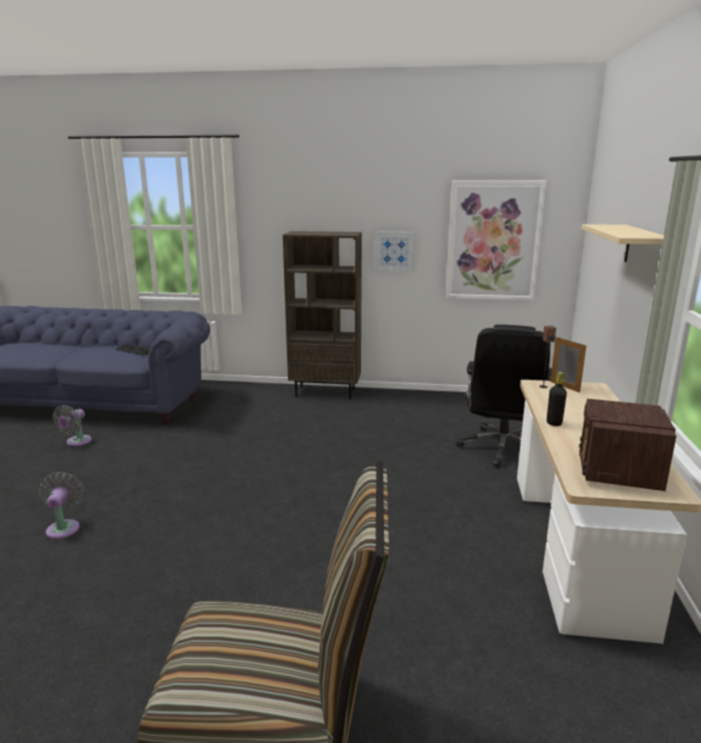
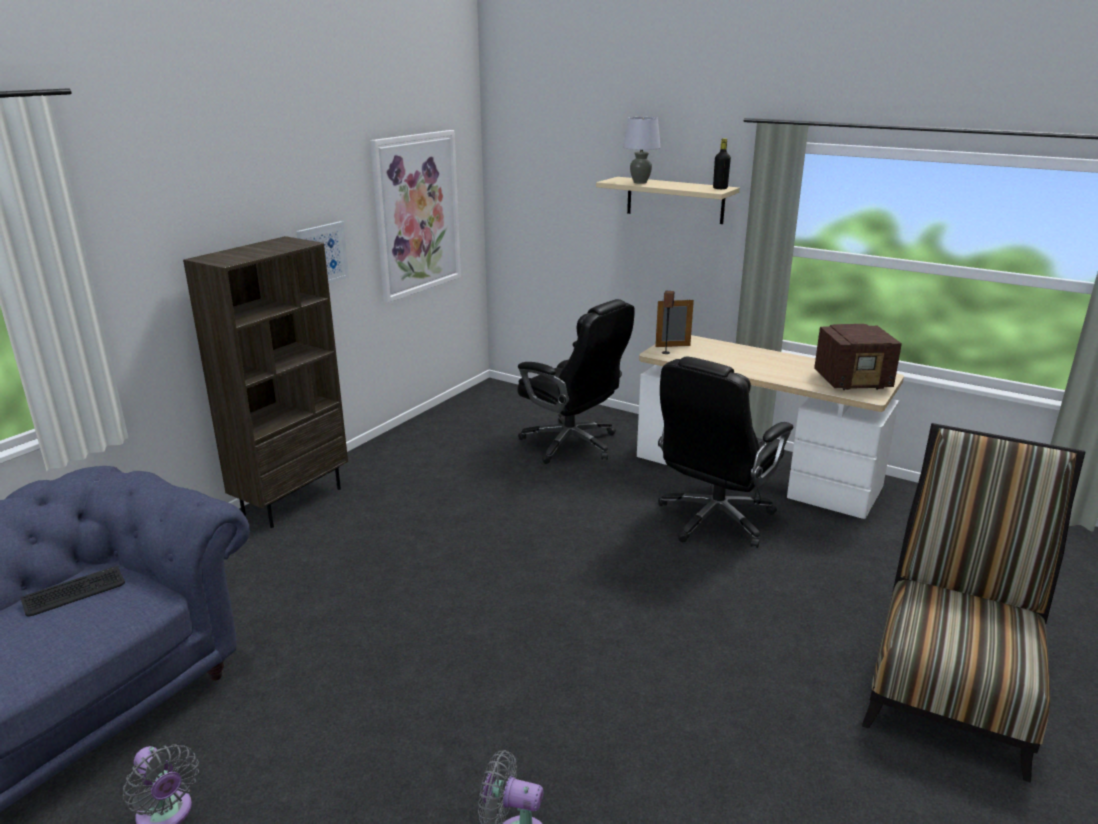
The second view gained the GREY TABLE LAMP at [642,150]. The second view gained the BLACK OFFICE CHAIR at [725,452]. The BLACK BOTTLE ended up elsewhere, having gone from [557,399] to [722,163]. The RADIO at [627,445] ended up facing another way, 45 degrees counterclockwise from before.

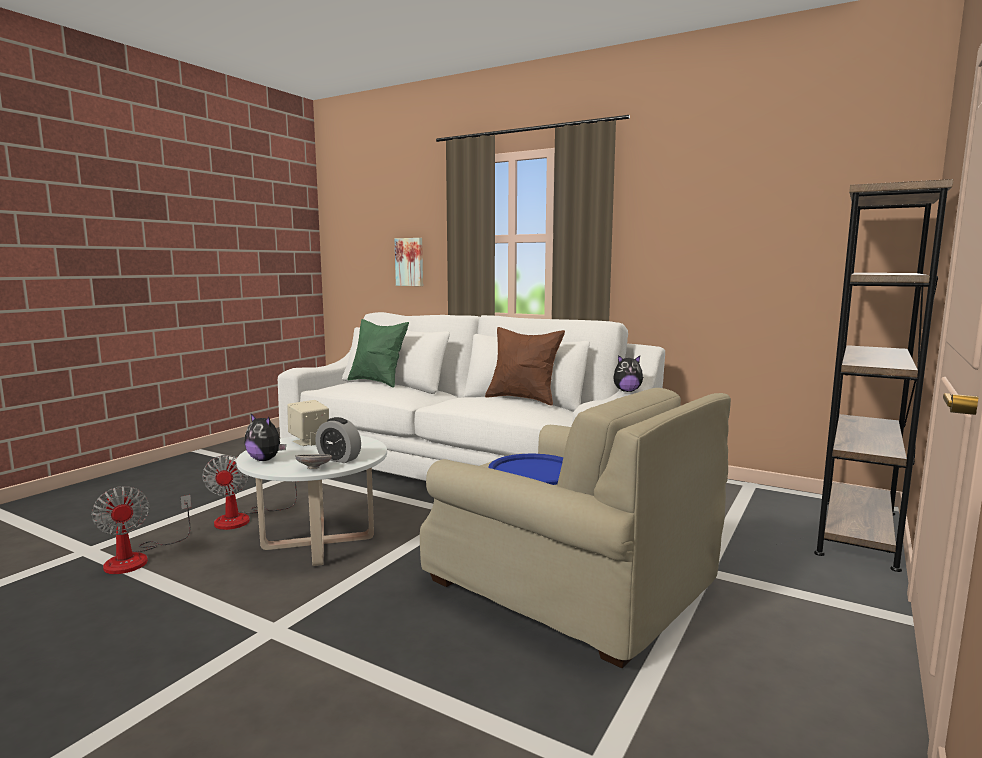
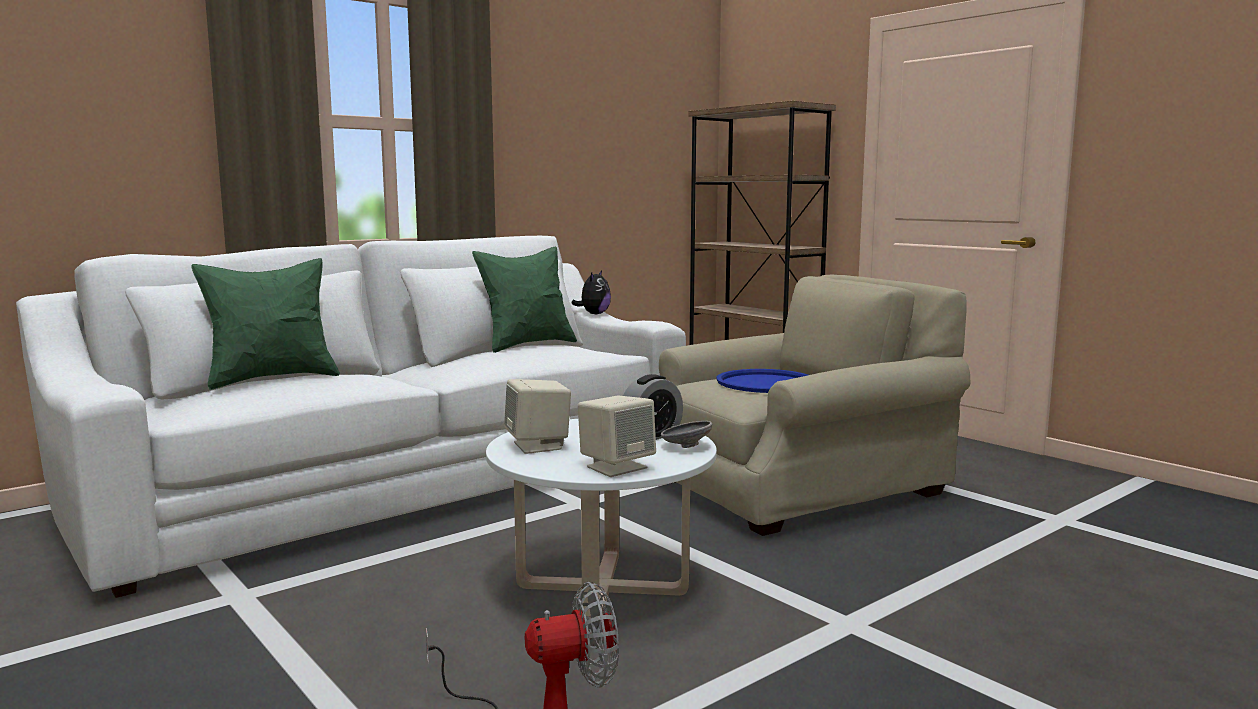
What was the BROWN PILLOW at [525,366] turned into the GREEN PILLOW at [524,299]. Where the PLUSH TOY stood at [265,437], the BEIGE SPEAKER came to stand at [617,436]. The second view lost the FAN at [250,492]. The second view lost the PICTURE at [409,262].

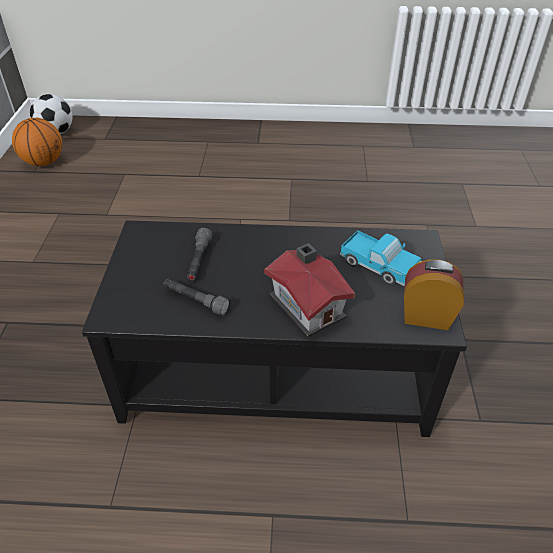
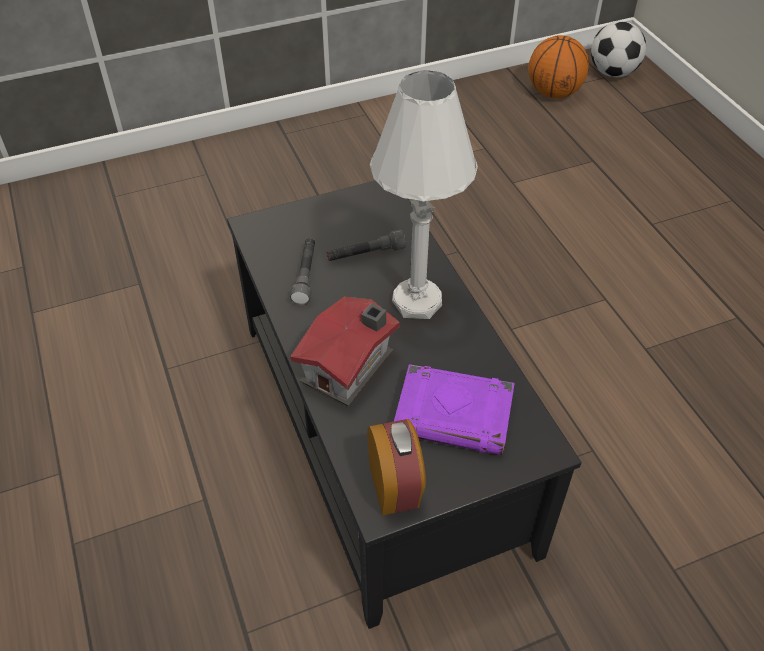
The second view gained the WHITE TABLE LAMP at [424,194]. Where the TOY TRUCK stood at [381,258], the PURPLE BOOK came to stand at [454,409].

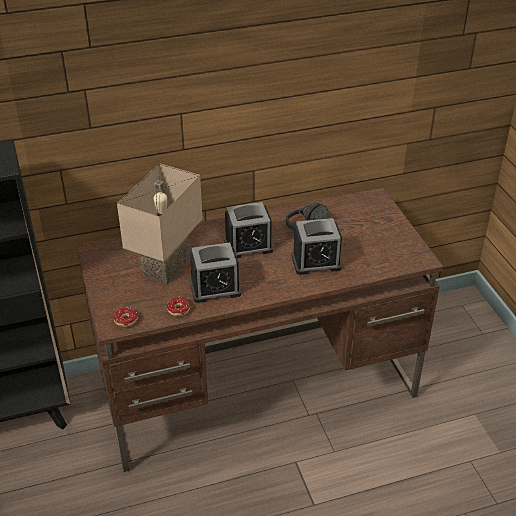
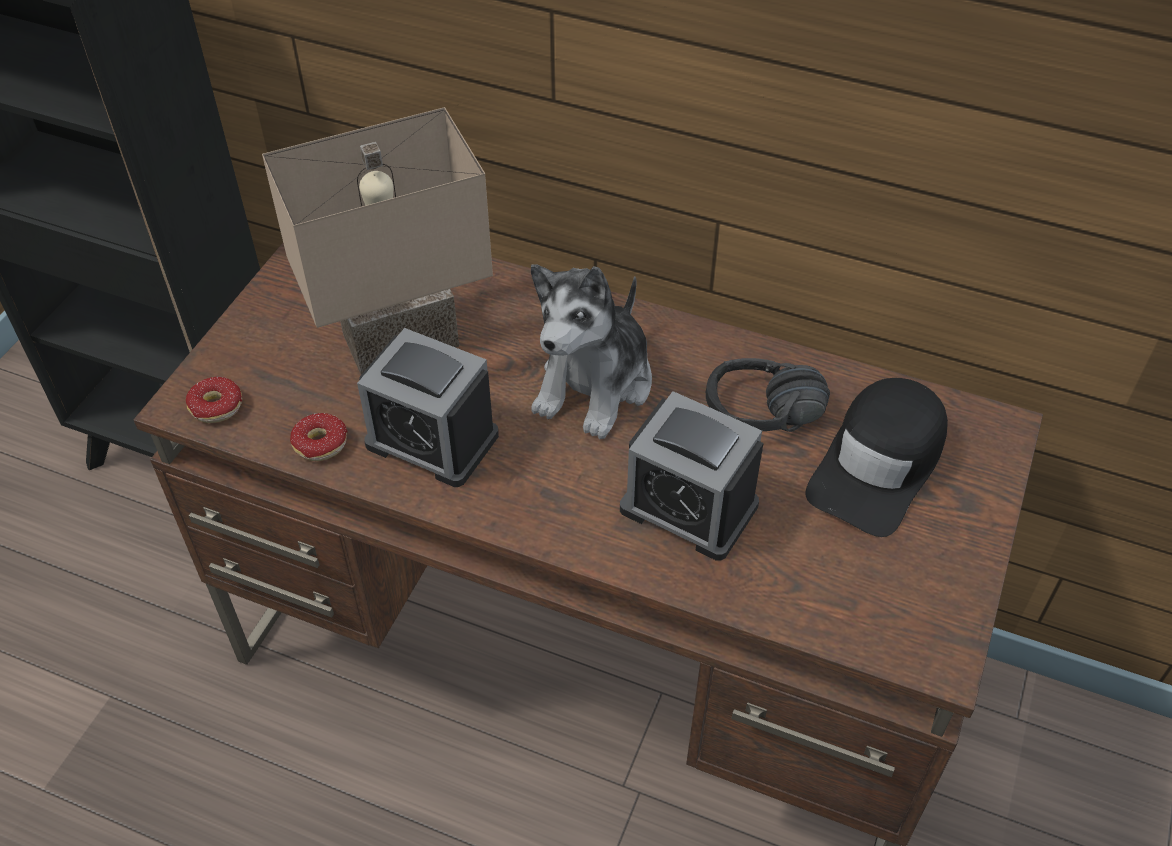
Where the ALARM CLOCK stood at [249,230], the PLUSH TOY came to stand at [591,351]. The second view gained the BLACK CAP at [876,457].

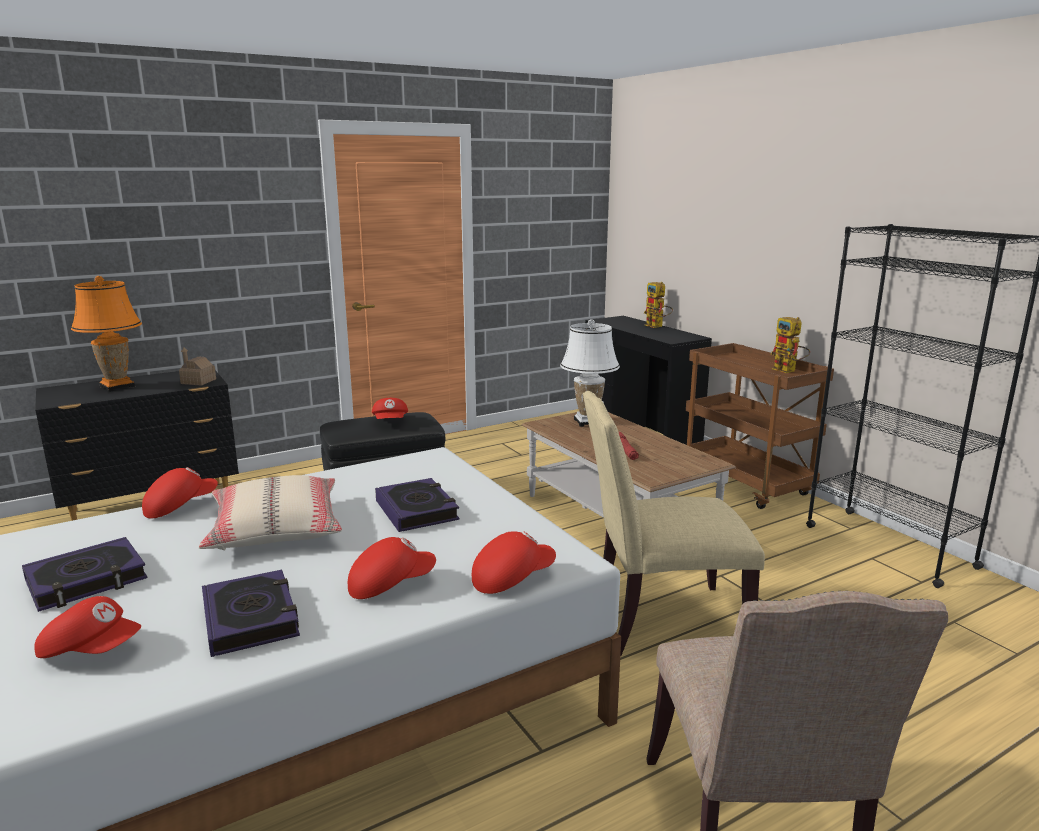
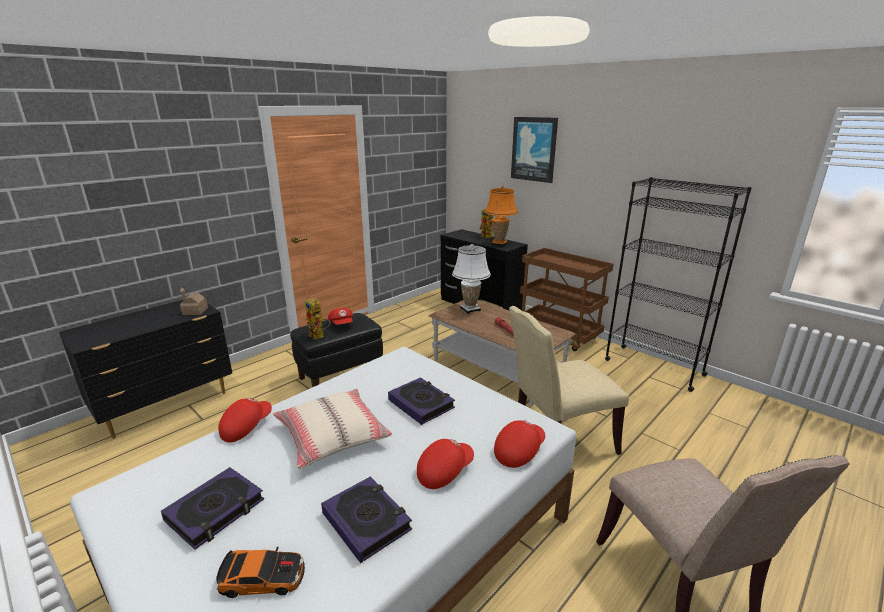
Where the RED CAP stood at [87,627], the TOY CAR came to stand at [260,572]. The TOY ROBOT ended up elsewhere, having gone from [790,345] to [317,319]. The ORANGE TABLE LAMP ended up elsewhere, having gone from [106,334] to [501,216]. The second view gained the PICTURE at [534,150].

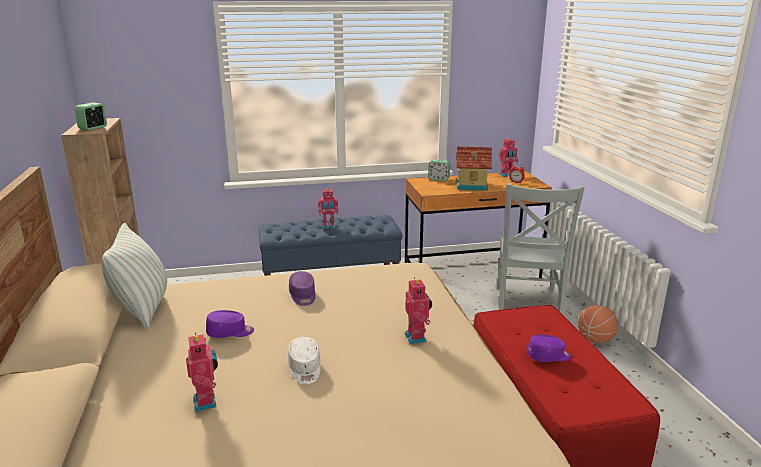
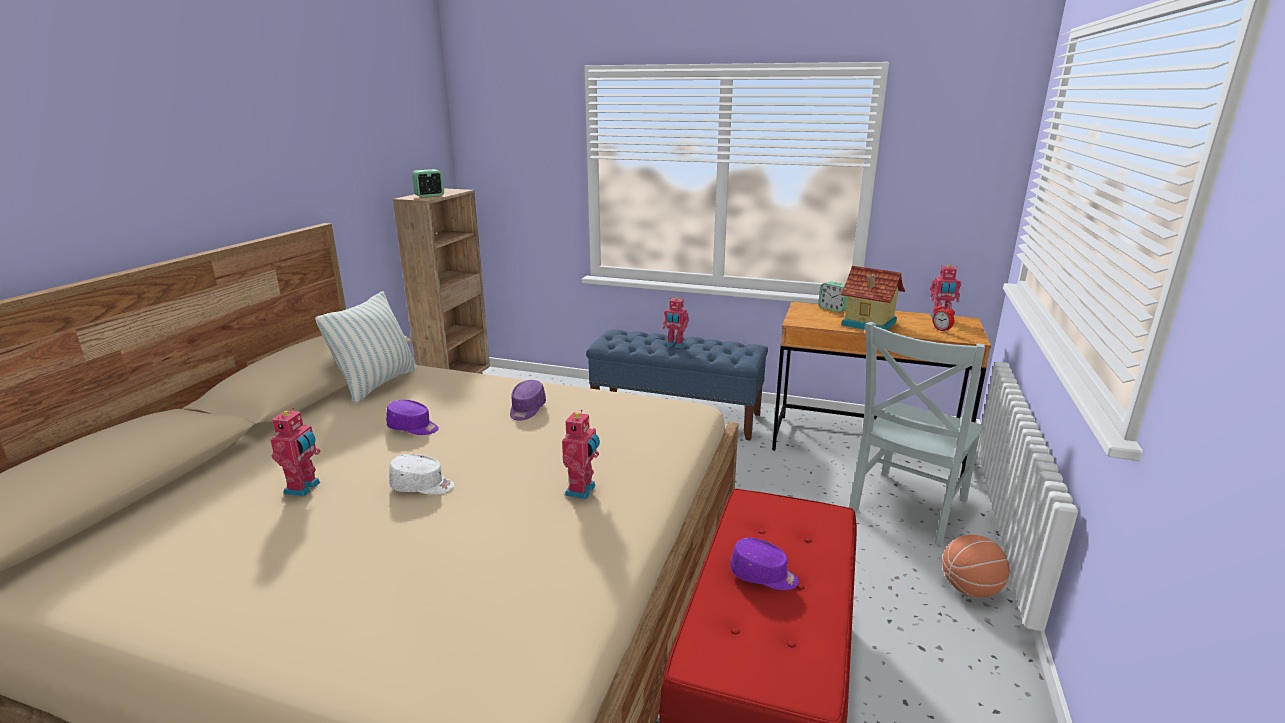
The WHITE CAP at [304,360] ended up facing another way, 105 degrees counterclockwise from before.

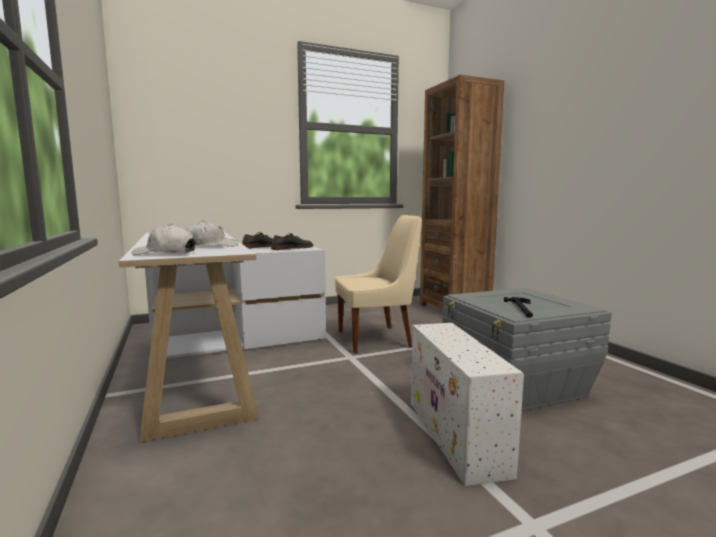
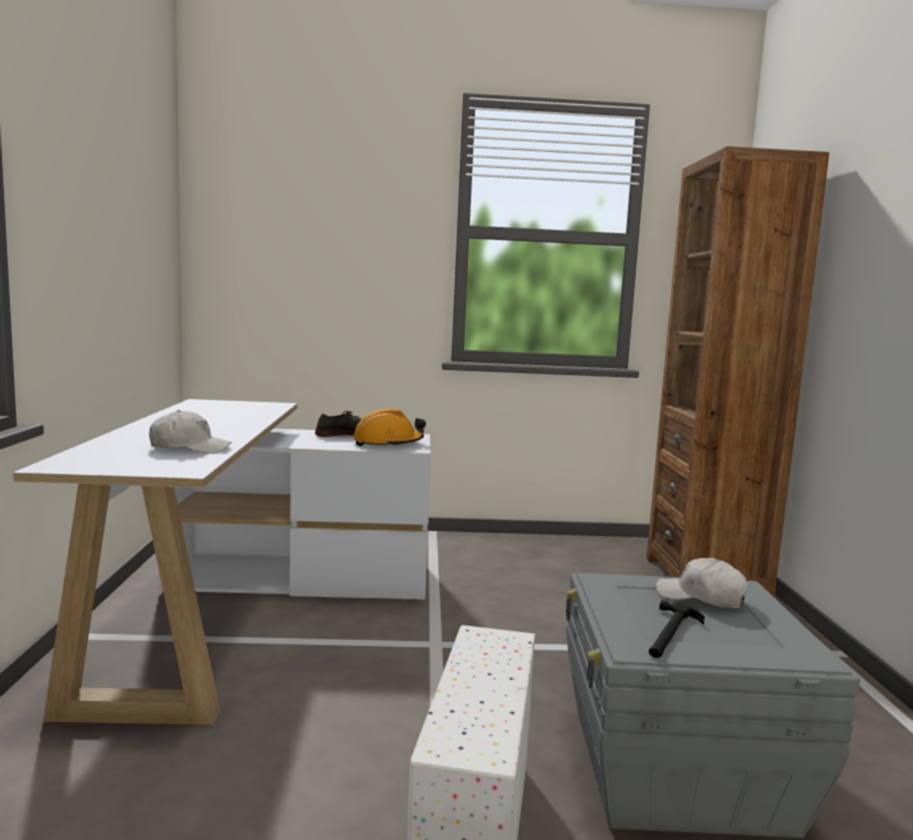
Where the GREY SHOE stood at [292,241], the ORANGE HARD HAT came to stand at [389,427]. The WHITE CAP ended up elsewhere, having gone from [163,239] to [702,583]. The second view lost the BEIGE CHAIR at [378,284].

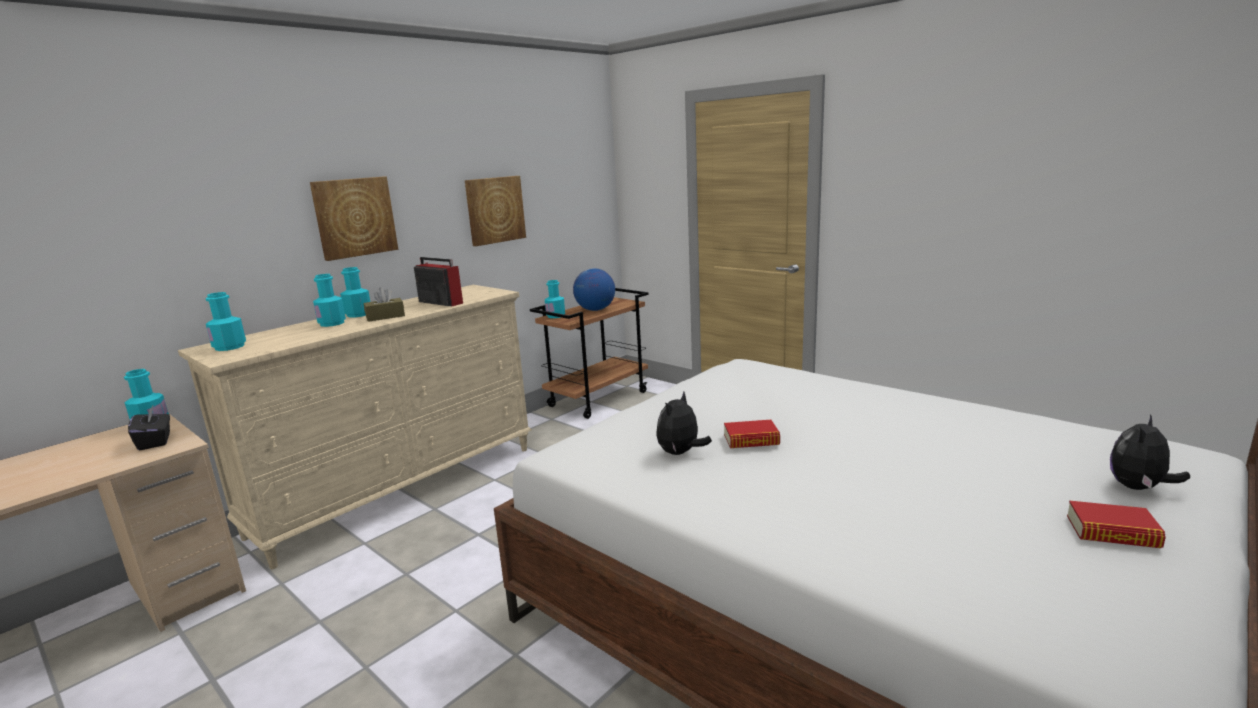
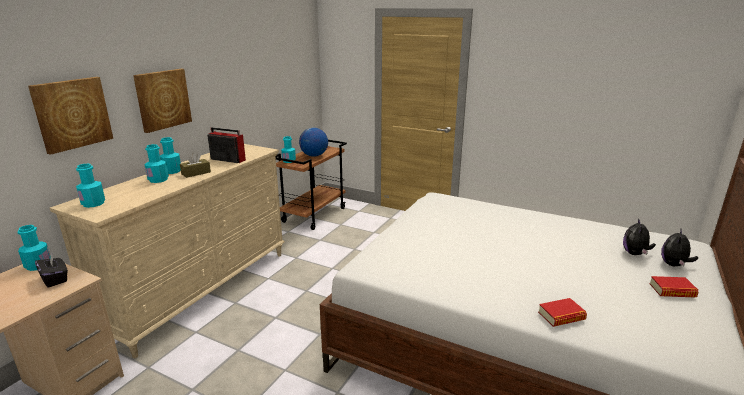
The PICTURE ended up elsewhere, having gone from [495,211] to [70,116]. The BOOK ended up elsewhere, having gone from [752,434] to [562,312]. The PLUSH TOY ended up elsewhere, having gone from [684,423] to [639,236].

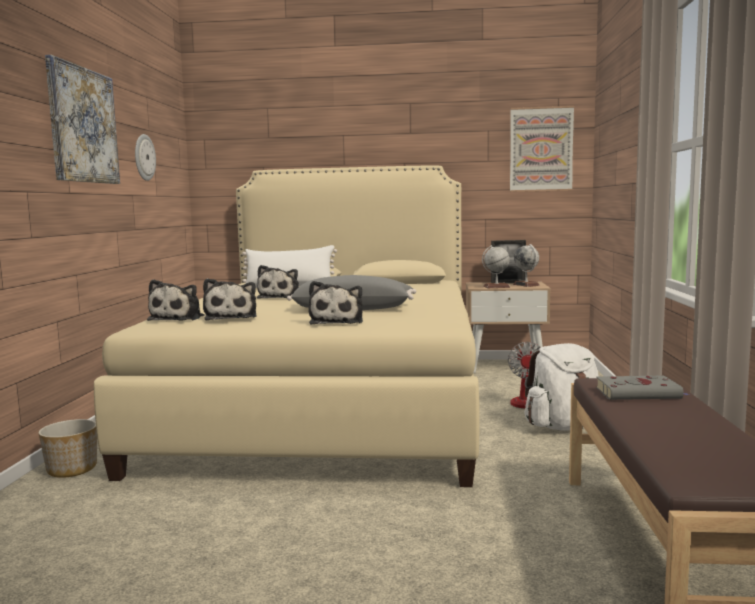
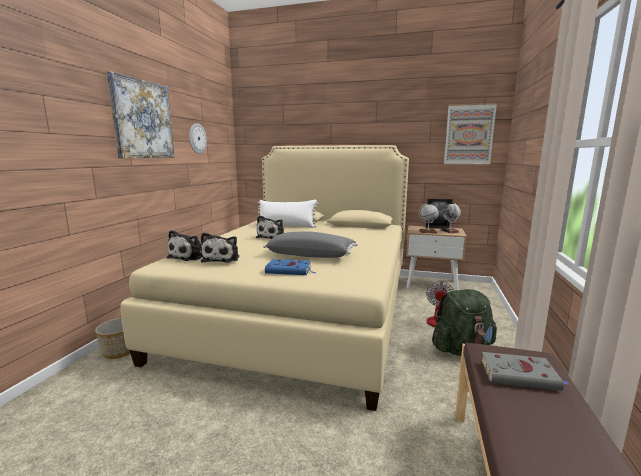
Where the PLUSH TOY stood at [336,303], the BLUE BOOK came to stand at [290,267]. What was the WHITE BACKPACK at [561,386] turned into the GREEN BACKPACK at [464,322].

